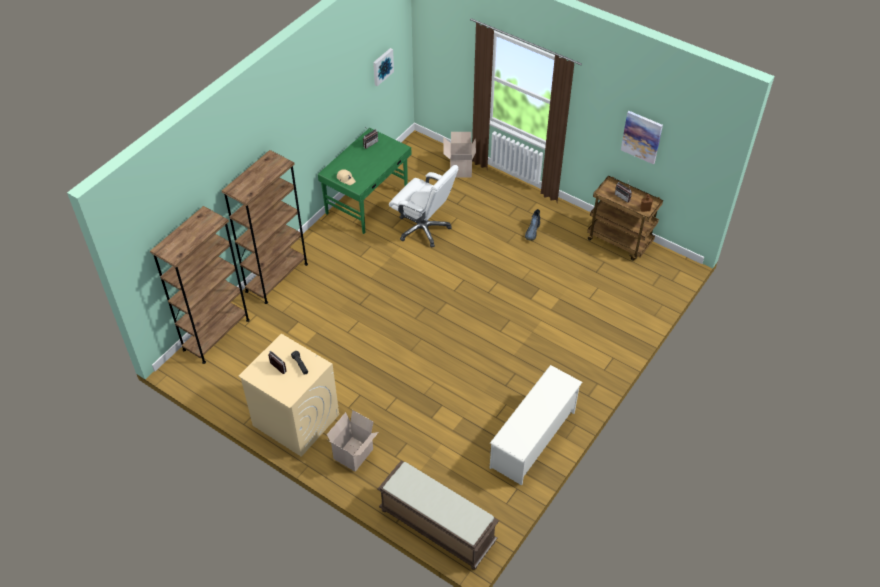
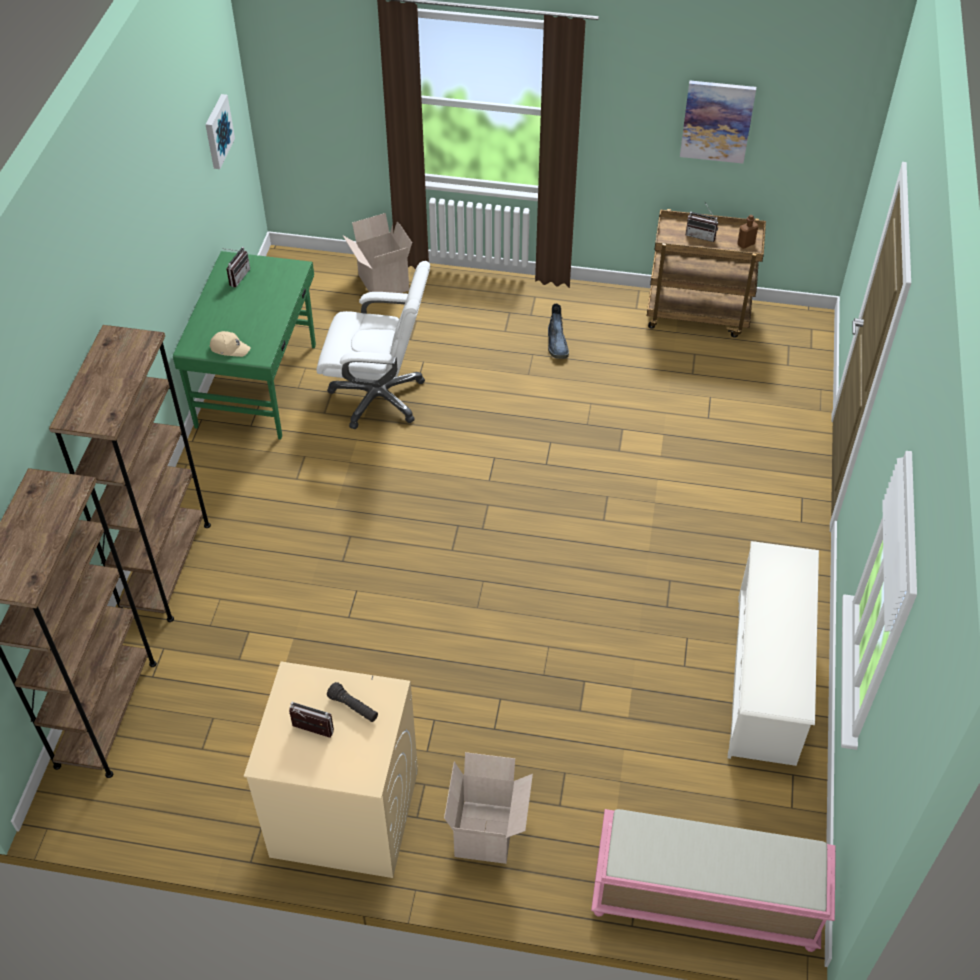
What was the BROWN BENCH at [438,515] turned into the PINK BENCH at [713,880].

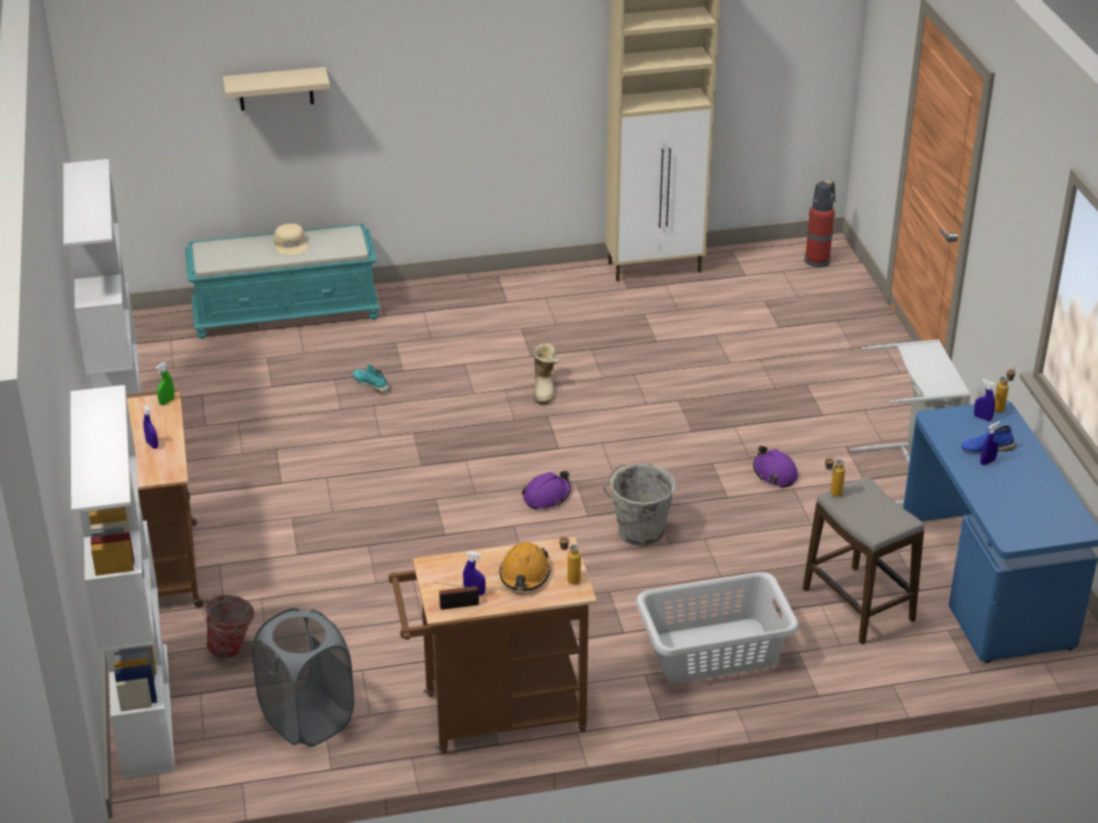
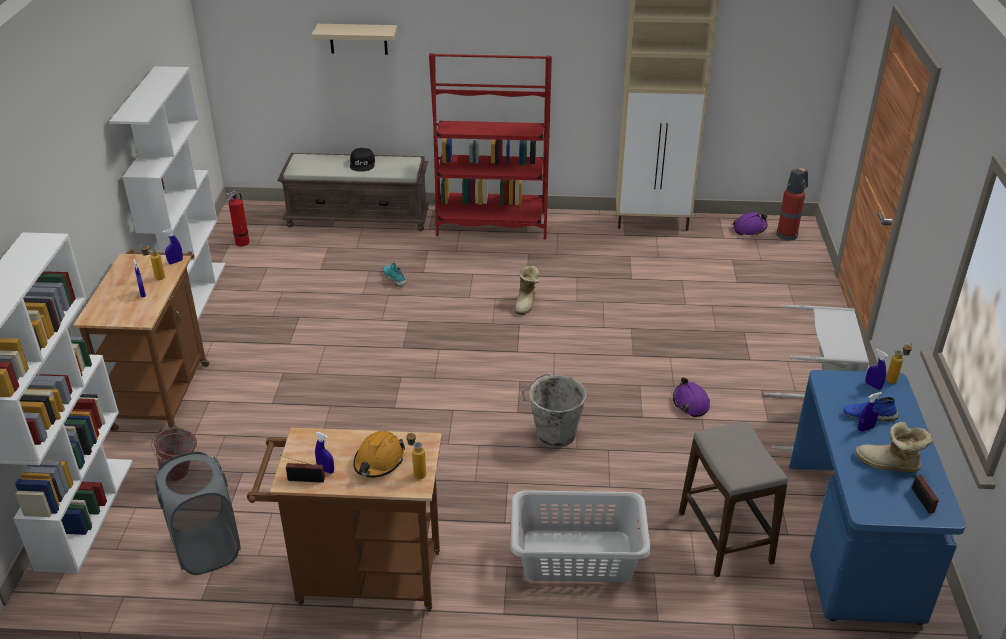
The BOTTLE ended up elsewhere, having gone from [835,476] to [152,262]. What was the GREEN SPRAY BOTTLE at [164,383] turned into the BLUE SPRAY BOTTLE at [173,246]. The second view gained the FIRE EXTINGUISHER at [237,219]. What was the TURQUOISE BENCH at [282,281] turned into the BROWN BENCH at [353,192]. What was the BEIGE CAP at [291,239] turned into the BLACK CAP at [362,160]. The second view gained the RED BOOKCASE at [490,146]. The PURPLE HARD HAT ended up elsewhere, having gone from [546,490] to [750,223]. The second view gained the BOOT at [894,447]. The second view gained the RADIO at [927,494].

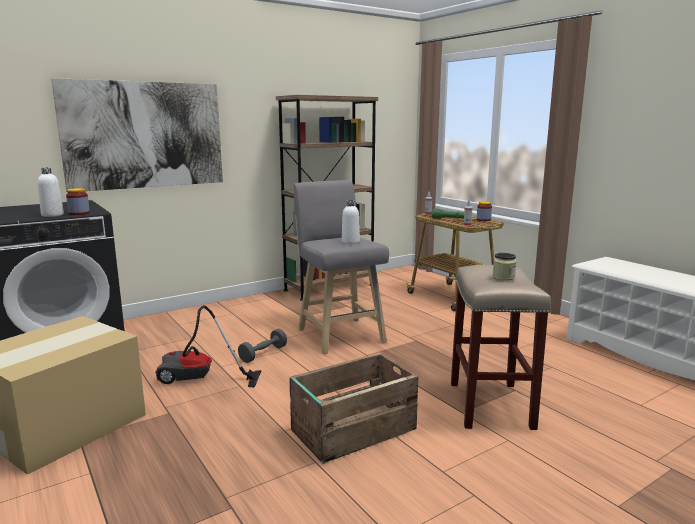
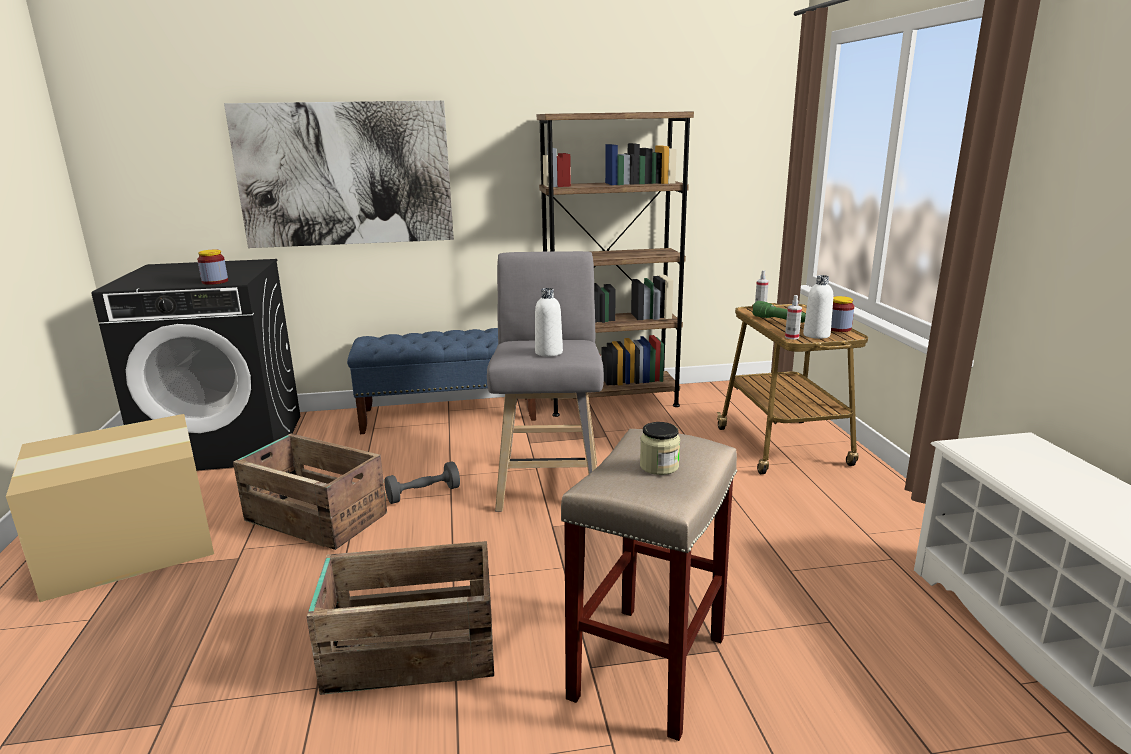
Where the VACUUM CLEANER stood at [208,346], the CRATE came to stand at [310,492]. The second view gained the BLUE BENCH at [441,381]. The WHITE BOTTLE ended up elsewhere, having gone from [51,192] to [818,307].

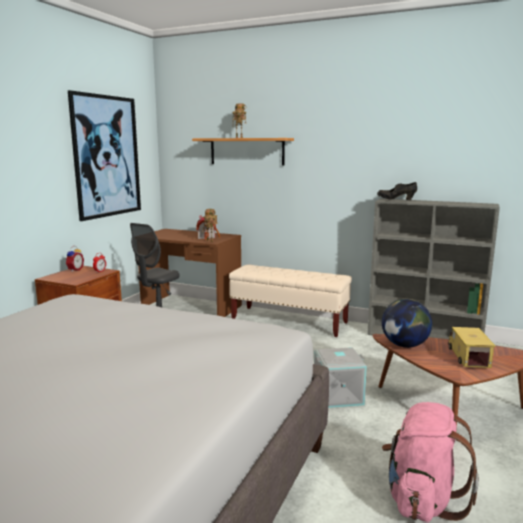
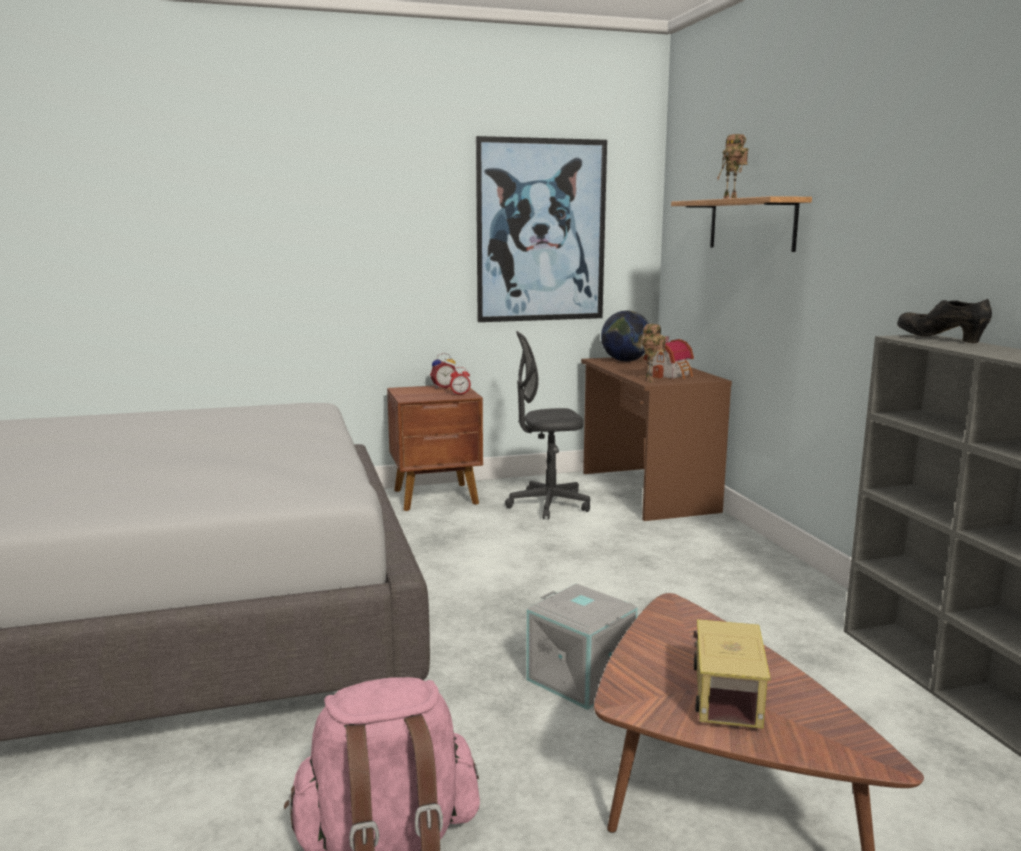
The GLOBE ended up elsewhere, having gone from [407,323] to [625,335]. The TOY TRUCK at [472,347] ended up facing another way, 45 degrees counterclockwise from before. The second view lost the BEIGE BENCH at [290,301].

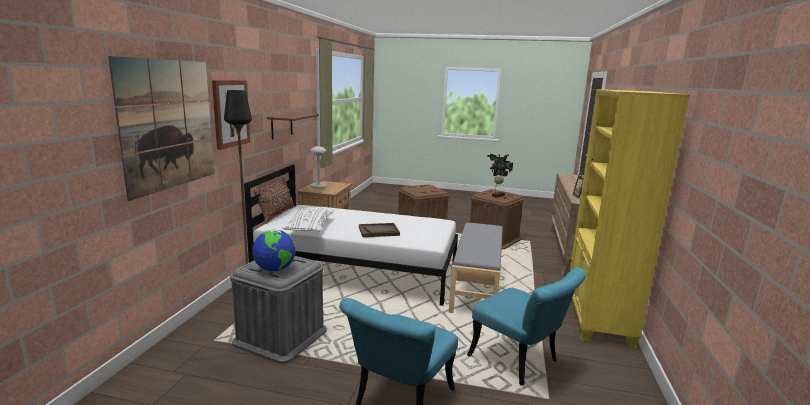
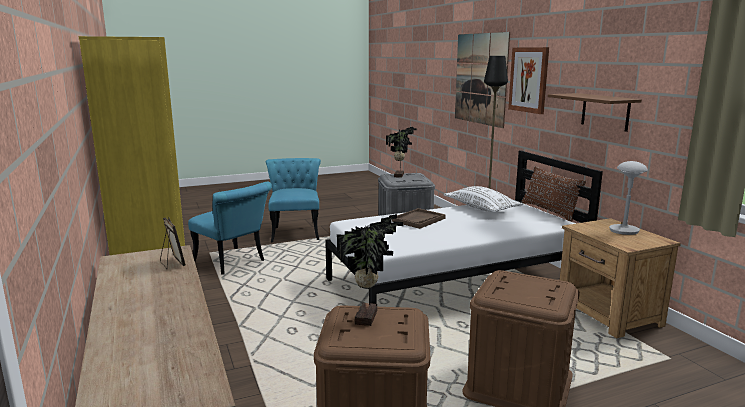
The TURQUOISE CHAIR at [526,326] ended up facing another way, 150 degrees counterclockwise from before. Where the GLOBE stood at [274,250], the POTTED PLANT came to stand at [401,152]. The second view lost the GREY BENCH at [476,267].

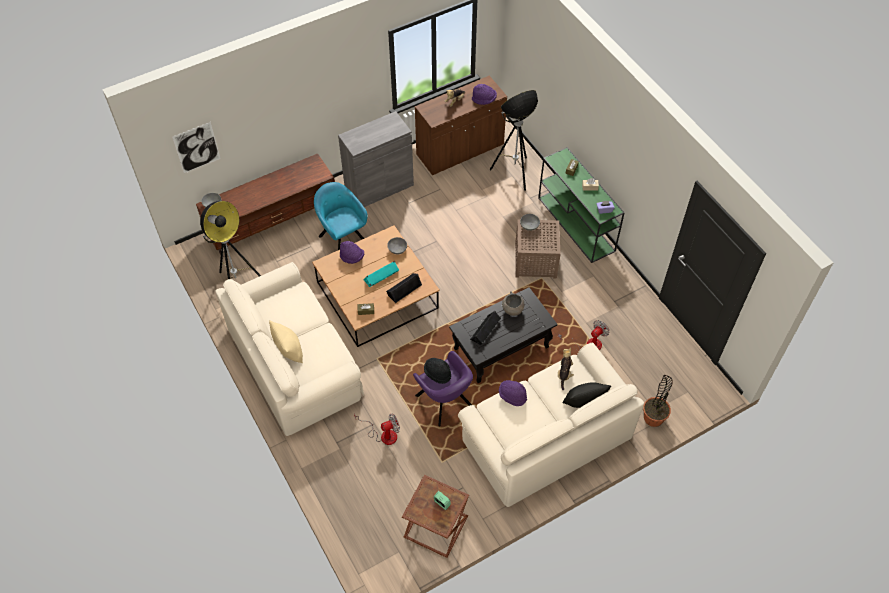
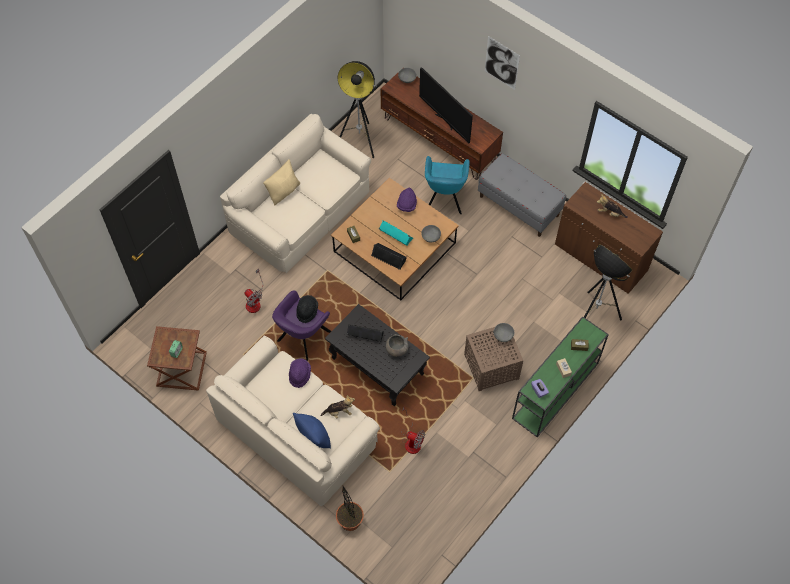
What was the BLACK PILLOW at [586,395] turned into the BLUE PILLOW at [312,430]. The second view gained the TELEVISION at [446,105]. The TURQUOISE ARMCHAIR at [341,216] ended up facing another way, 150 degrees clockwise from before. Where the GREY CABINET stood at [376,159], the GREY BENCH came to stand at [522,195]. The PICTURE ended up elsewhere, having gone from [196,147] to [502,63]. The second view lost the PURPLE HAT at [484,94].

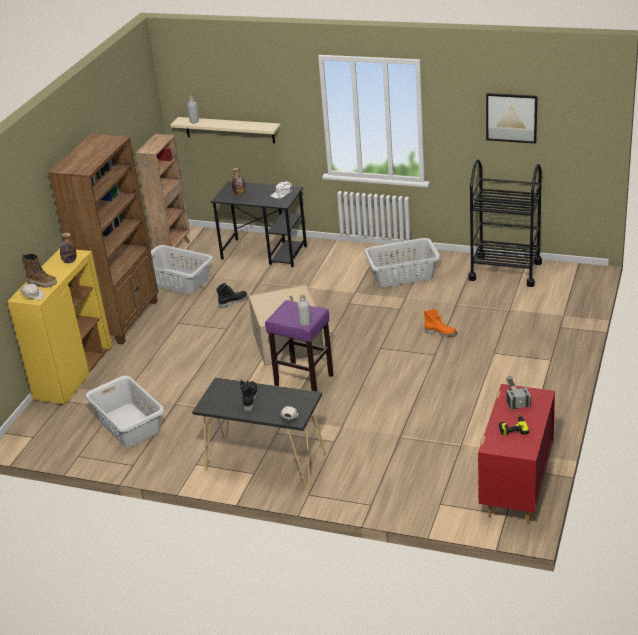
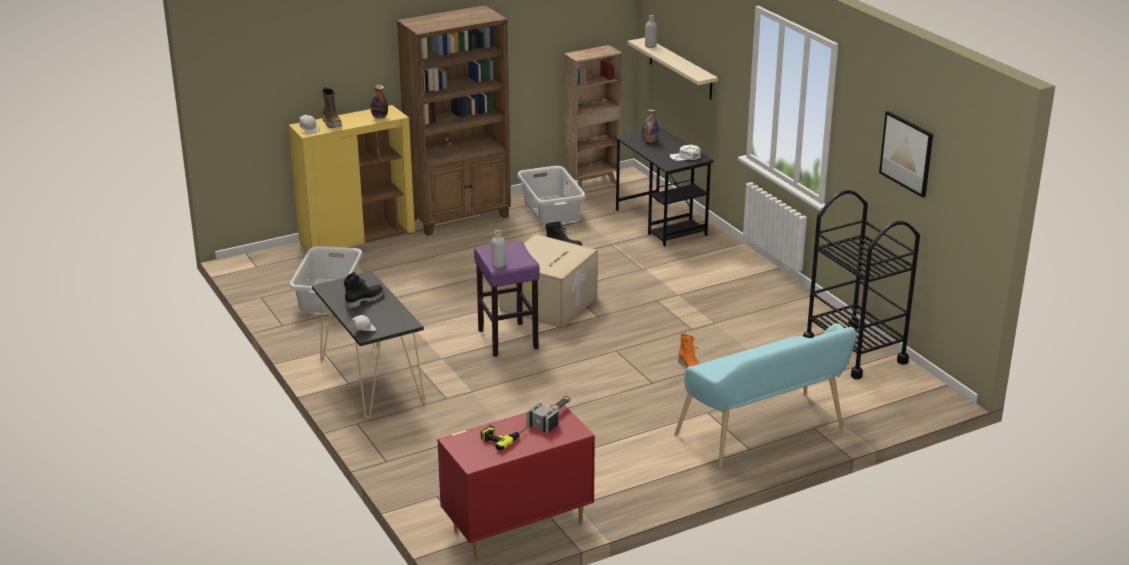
The second view gained the TURQUOISE BENCH at [765,396]. The second view lost the GREY LAUNDRY BASKET at [402,262].

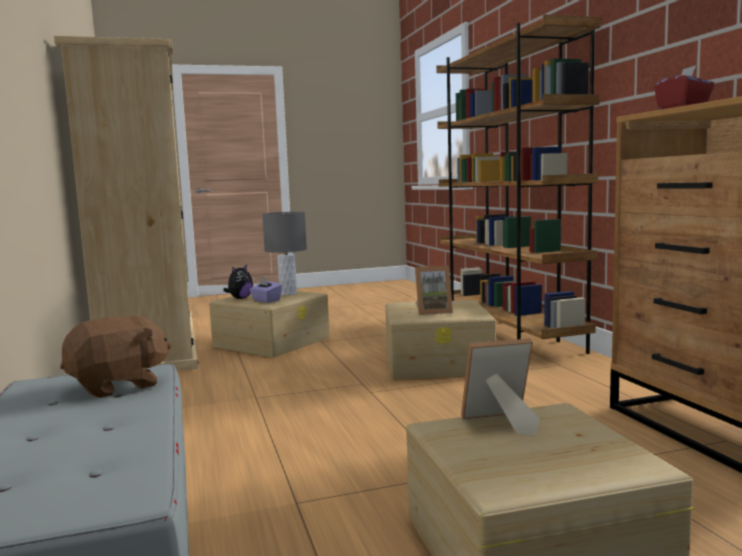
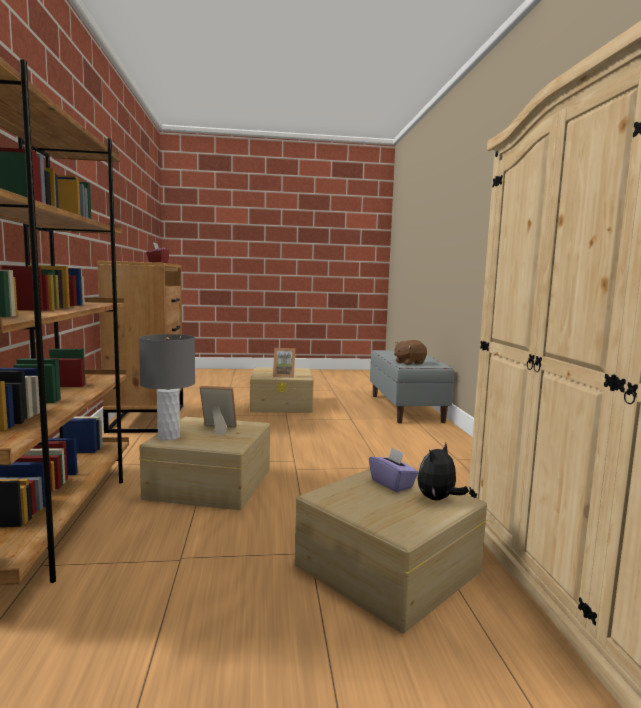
The GREY TABLE LAMP ended up elsewhere, having gone from [284,253] to [167,387].

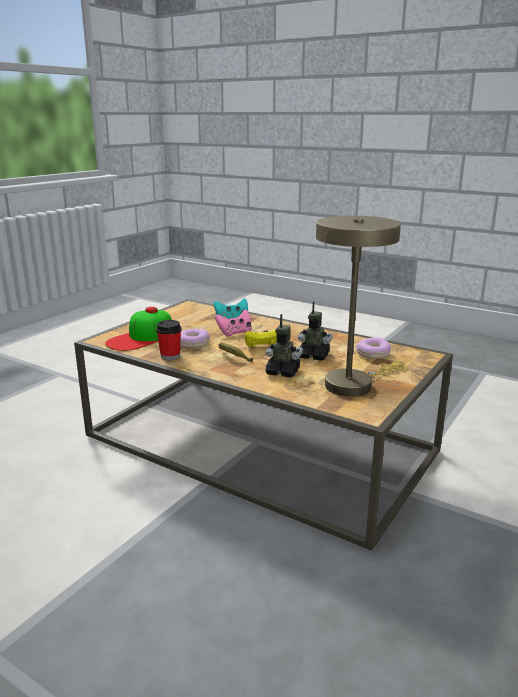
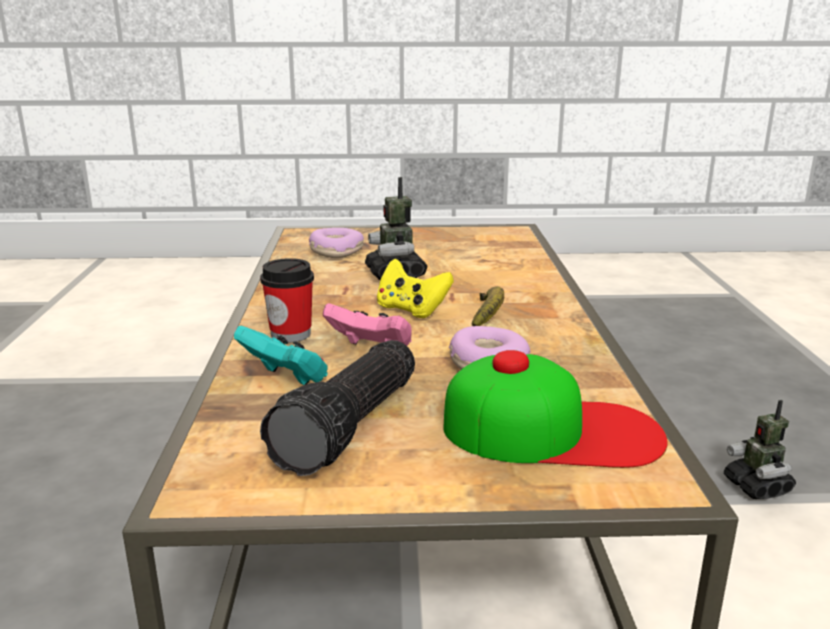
The CUP ended up elsewhere, having gone from [169,340] to [287,300]. The second view gained the FLASHLIGHT at [337,408]. The TOY ROBOT ended up elsewhere, having gone from [284,345] to [760,449]. The second view lost the BEIGE TABLE LAMP at [361,306].

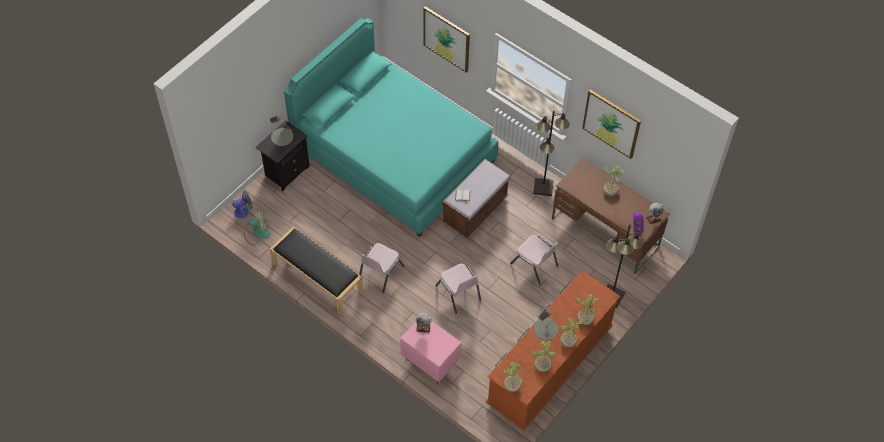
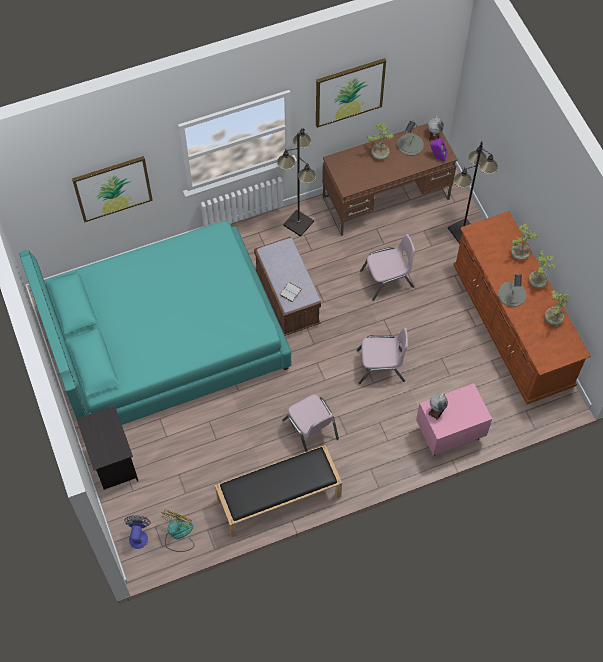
The GREY TABLE LAMP ended up elsewhere, having gone from [281,130] to [410,138]. The second view lost the POTTED PLANT at [513,377].

